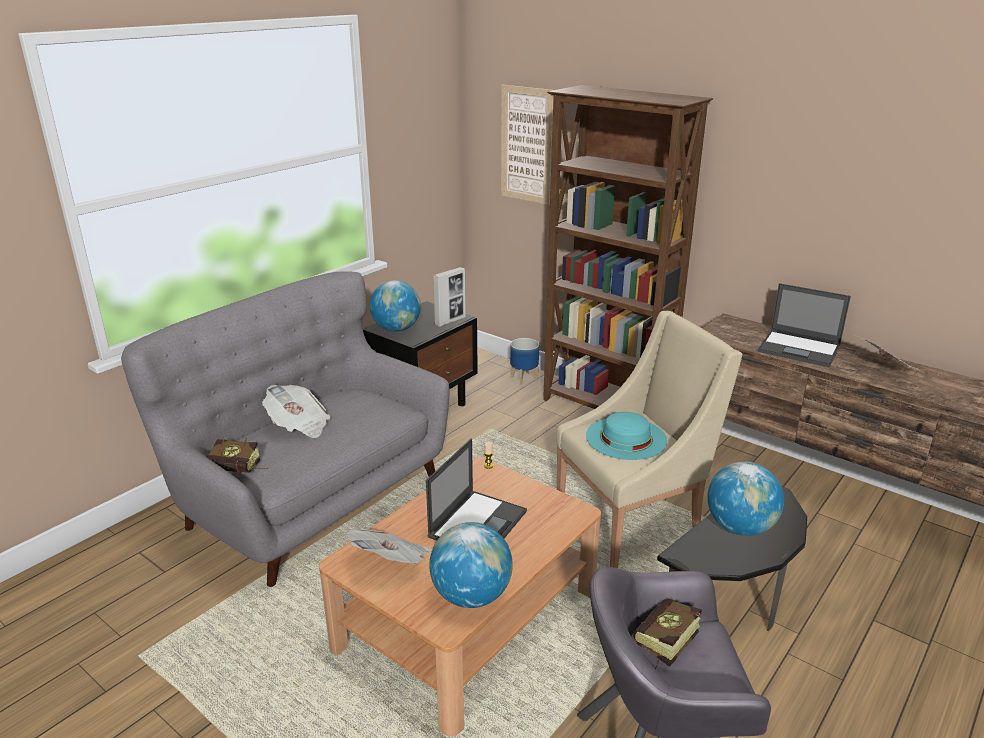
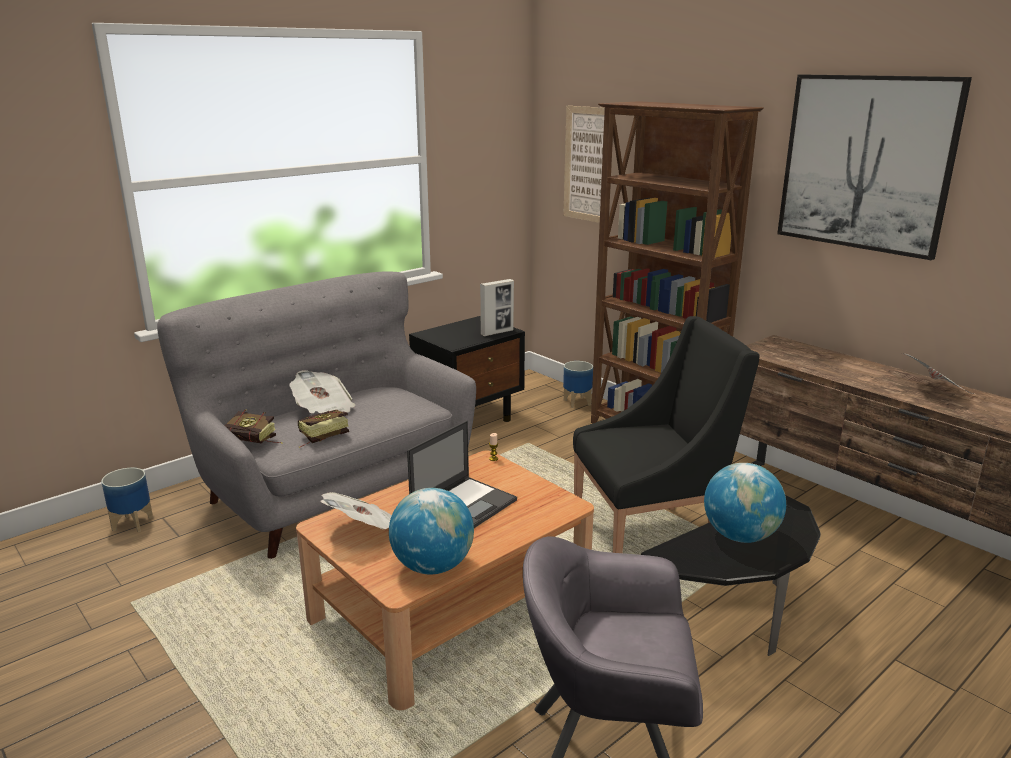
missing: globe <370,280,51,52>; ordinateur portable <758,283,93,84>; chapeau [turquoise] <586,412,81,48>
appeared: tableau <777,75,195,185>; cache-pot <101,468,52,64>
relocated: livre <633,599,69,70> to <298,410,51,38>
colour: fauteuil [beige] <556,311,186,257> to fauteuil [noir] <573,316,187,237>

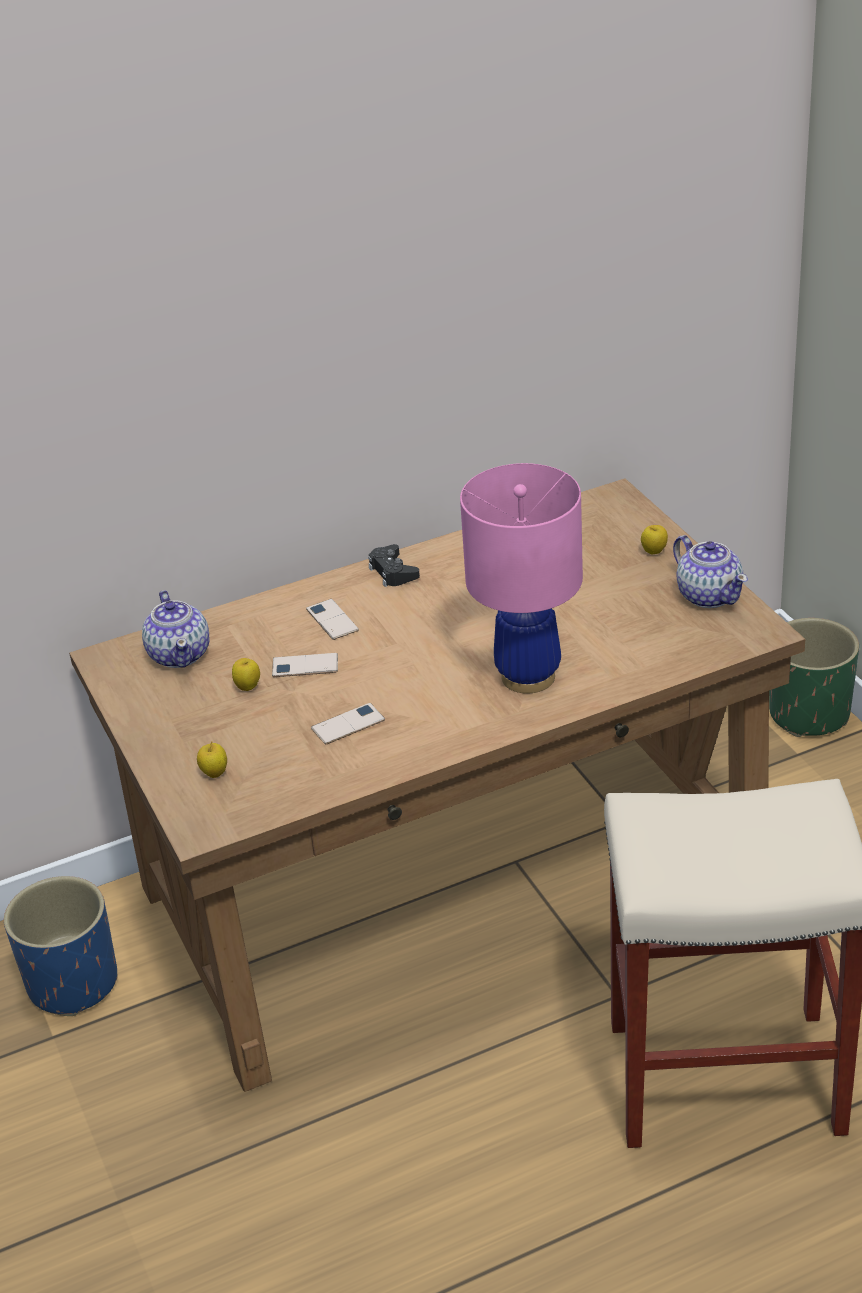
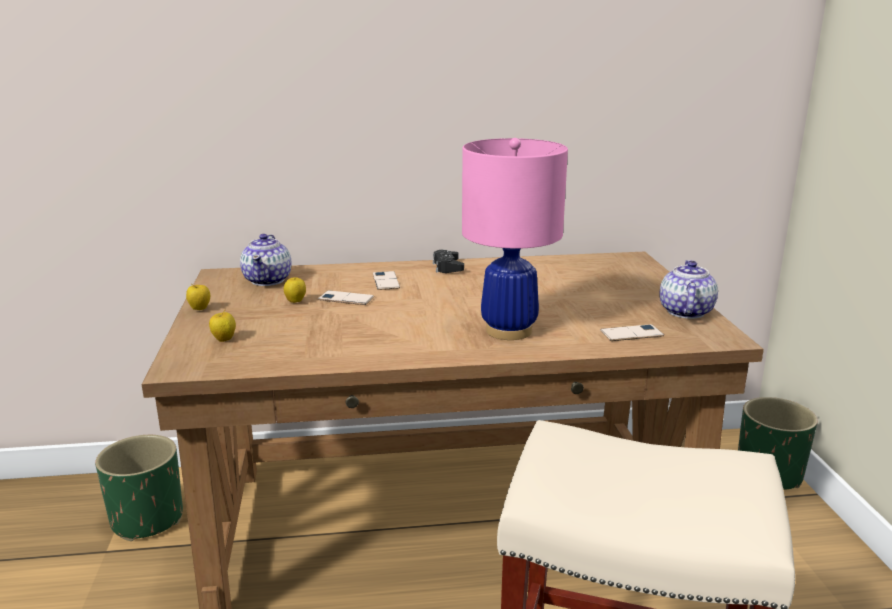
relocated: pomme <641,525,27,29> to <186,284,24,26>; téléphone <311,703,74,42> to <600,324,64,17>
colour: cache-pot [bleu] <4,876,113,140> to cache-pot [vert] <95,435,88,106>
spun: théière <673,535,75,73> = <659,260,59,59> 150 degrees counterclockwise

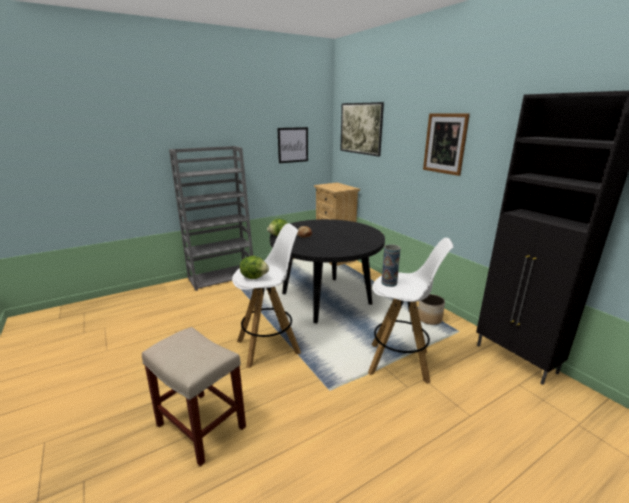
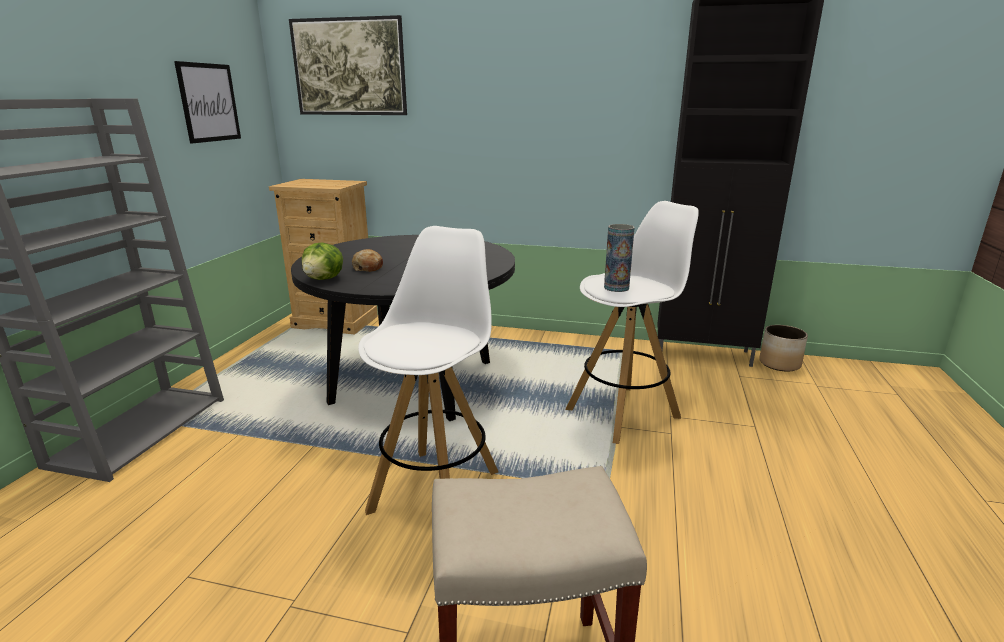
missing: tableau <423,113,47,63>; laitue <240,256,29,23>
relocated: cache-pot <418,294,27,31> to <759,325,49,47>

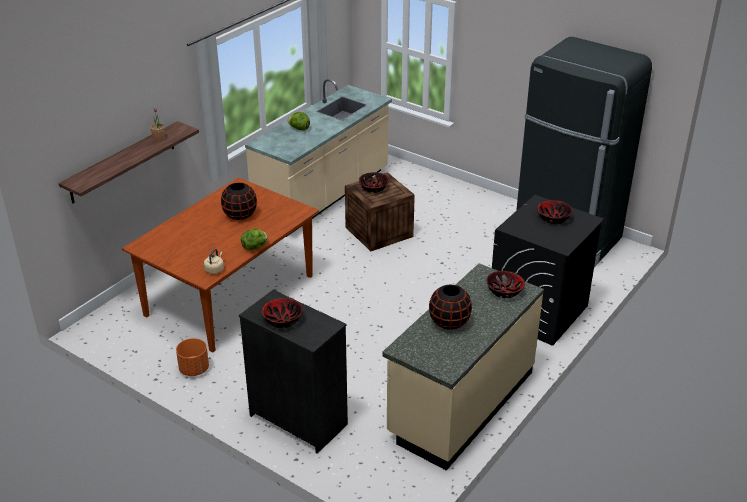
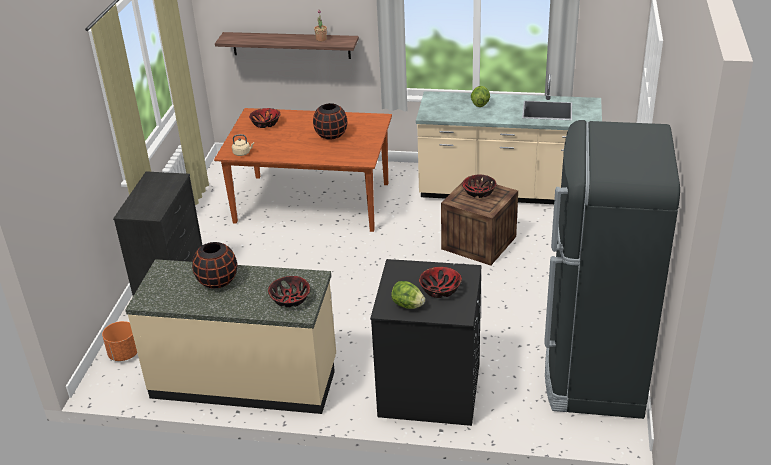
relocated: laitue <241,229,27,21> to <391,281,34,28>; bol <261,298,42,30> to <249,108,32,20>; cache-pot [orange] <176,338,33,38> to <102,321,35,40>

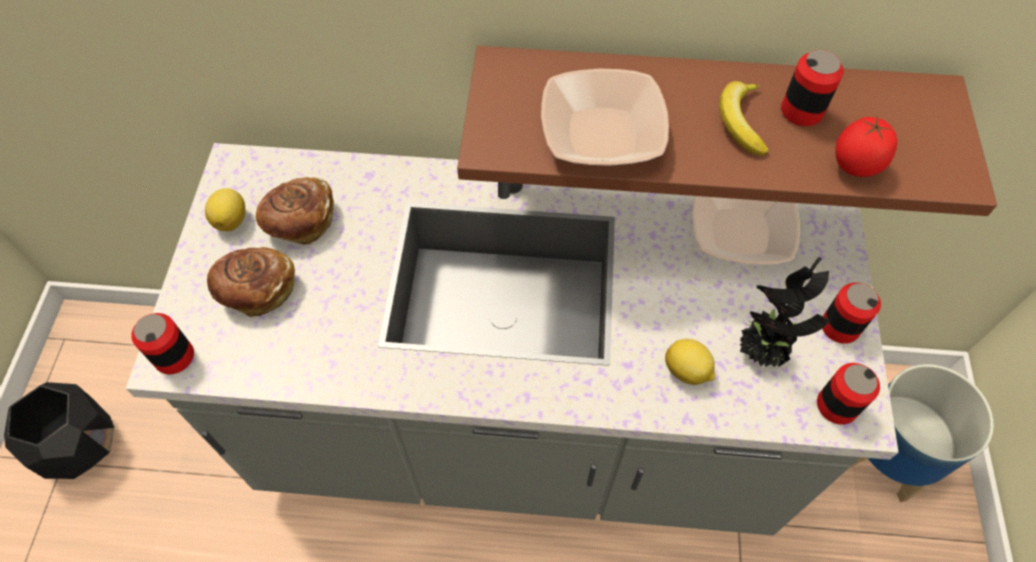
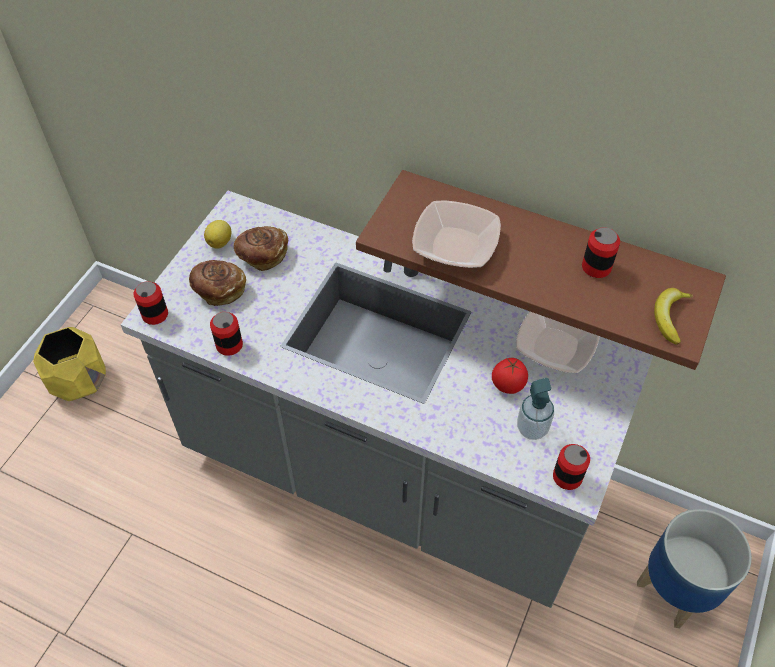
missing: citron <665,339,50,46>
relocated: banane <719,81,50,75> to <654,288,39,57>; tomate <835,116,62,61> to <492,358,36,36>; boîte métallique <822,283,59,61> to <210,312,33,44>
exchanged: plante en pot <740,257,90,110> to distributeur de savon <517,378,37,62>
colour: cache-pot [noir] <4,382,110,97> to cache-pot [jaune] <33,327,73,74>

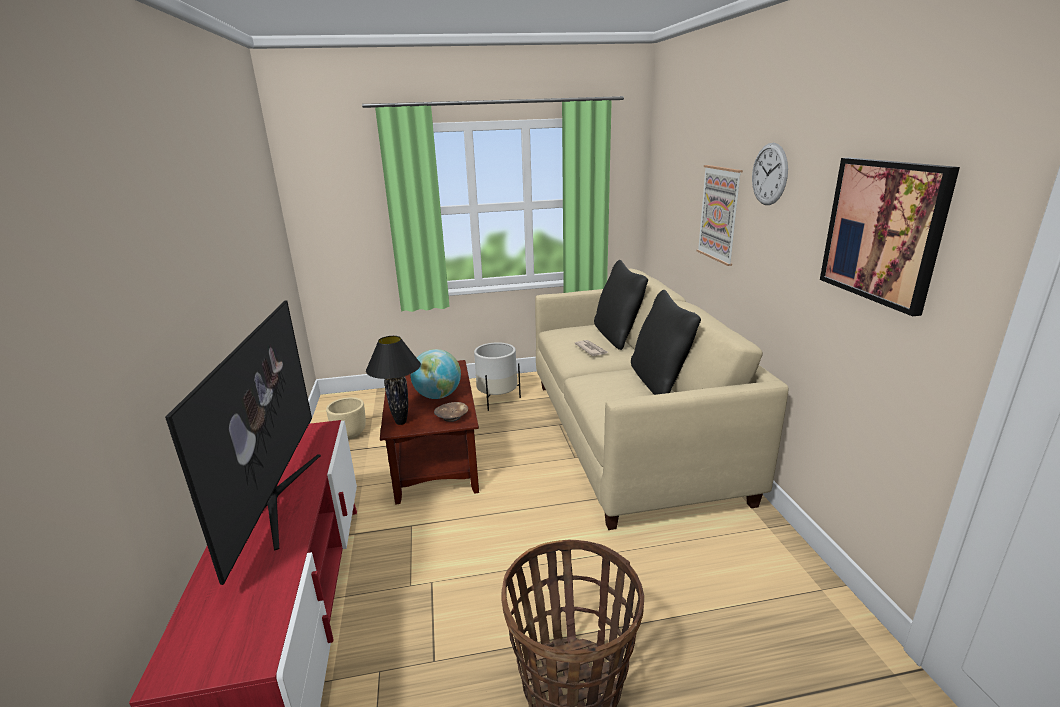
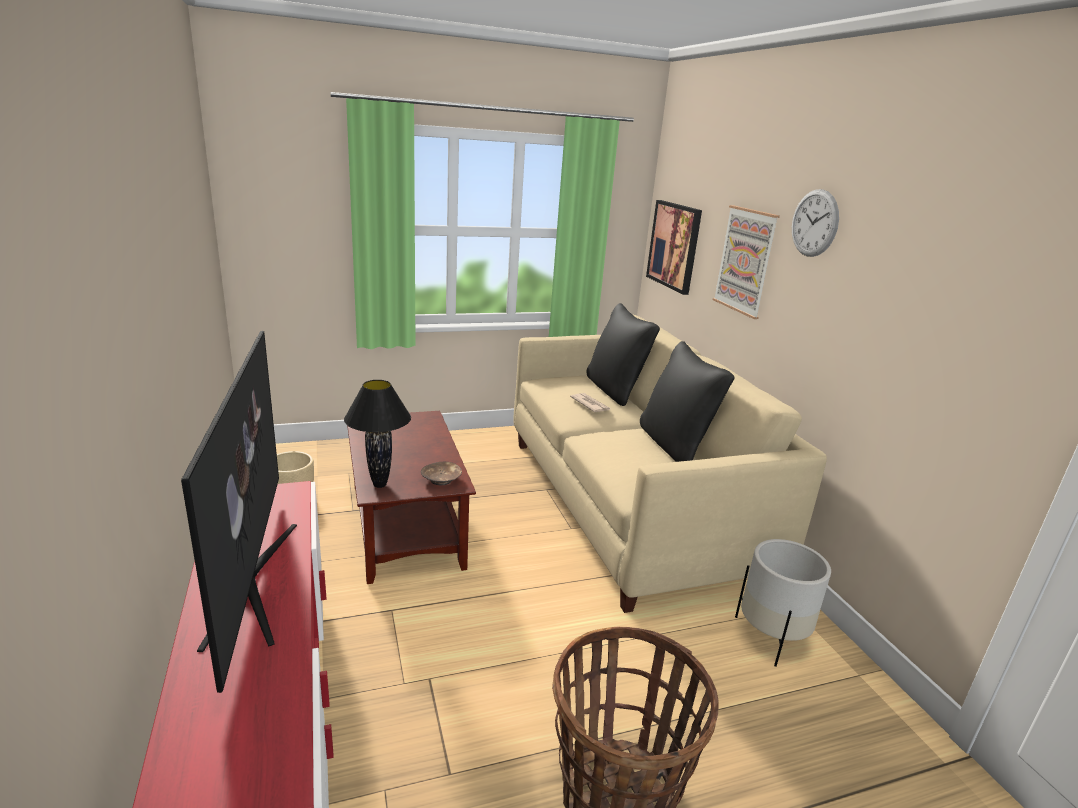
missing: globe <410,349,51,50>
relocated: tableau <820,158,140,158> to <646,200,56,95>; cache-pot [blanc] <474,342,47,69> to <735,539,96,128>

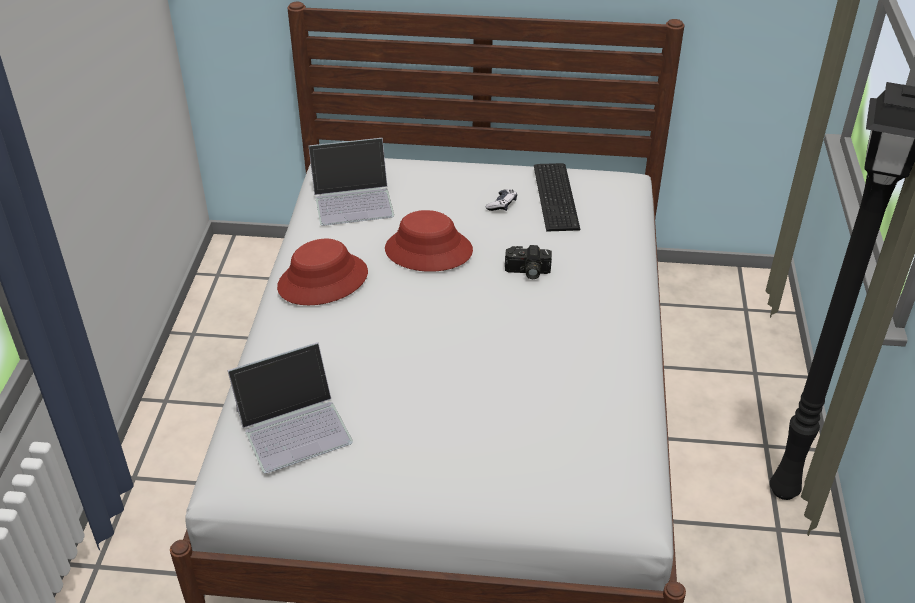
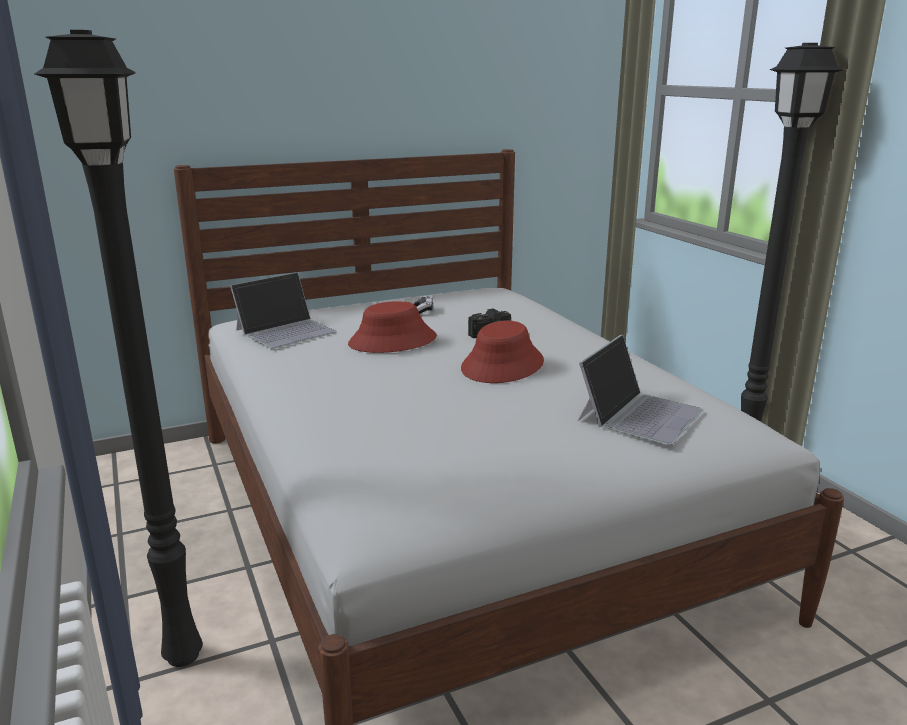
missing: clavier <534,163,46,69>
appeared: lampadaire [noir] <34,30,169,637>
relocated: chapeau [rouge] <277,239,91,66> to <461,321,83,62>; ordinateur portable <227,342,126,132> to <578,334,125,111>

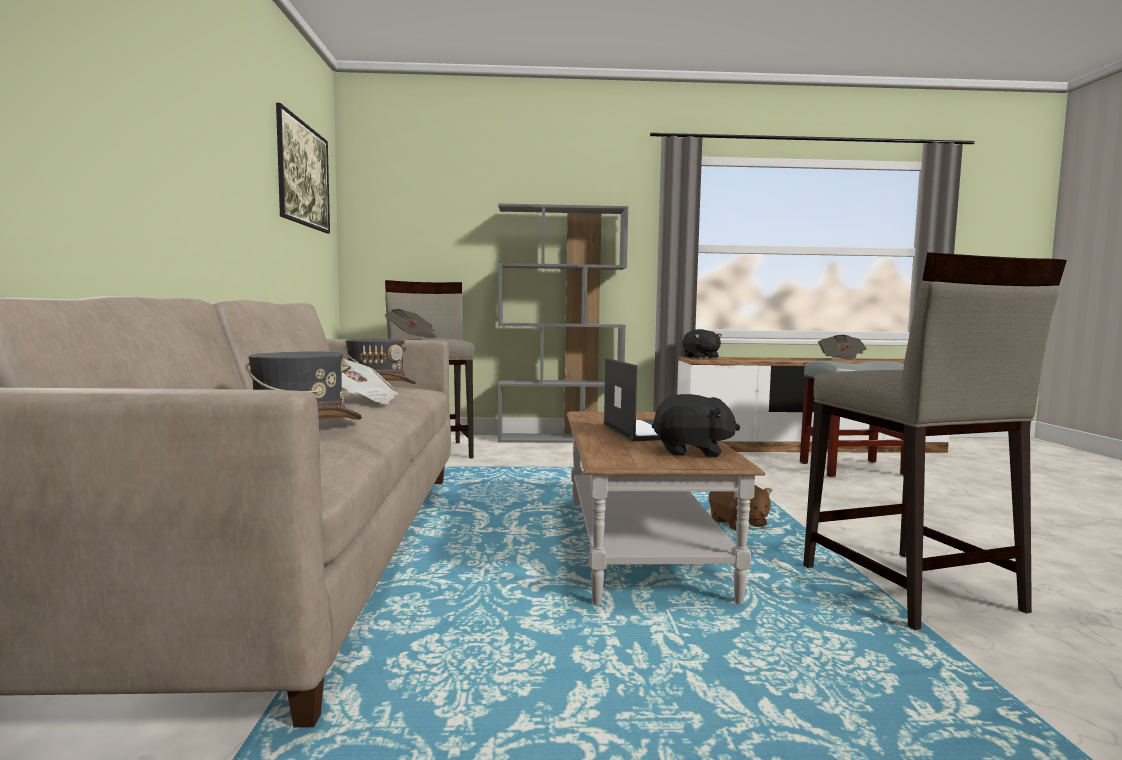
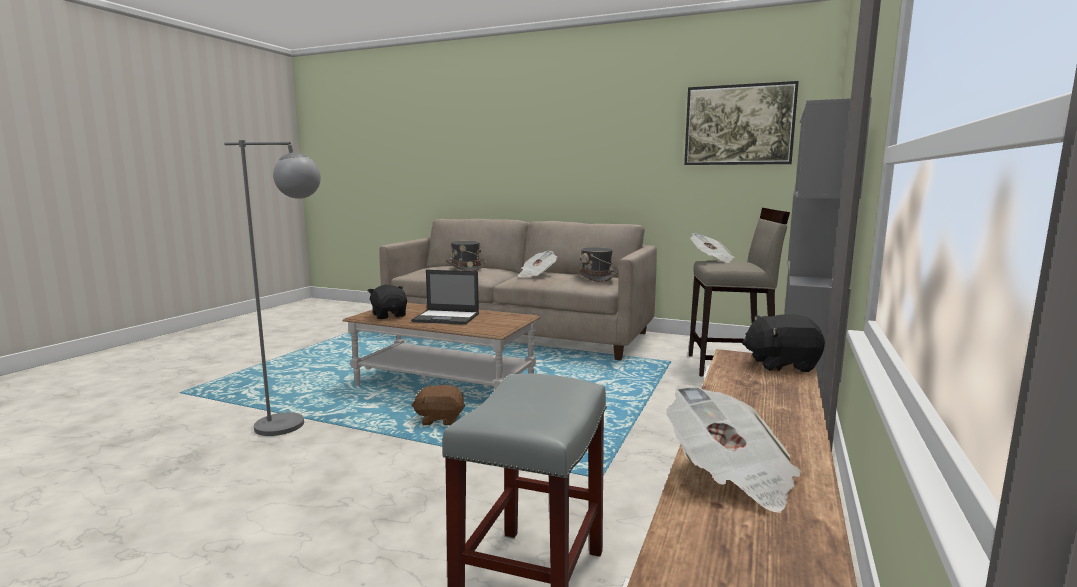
exchanged: tabouret [beige] <803,252,264,378> to lampadaire [gris] <224,140,97,296>
spun: peluche [noir] <652,394,88,63> = <367,285,40,34> 120 degrees clockwise

